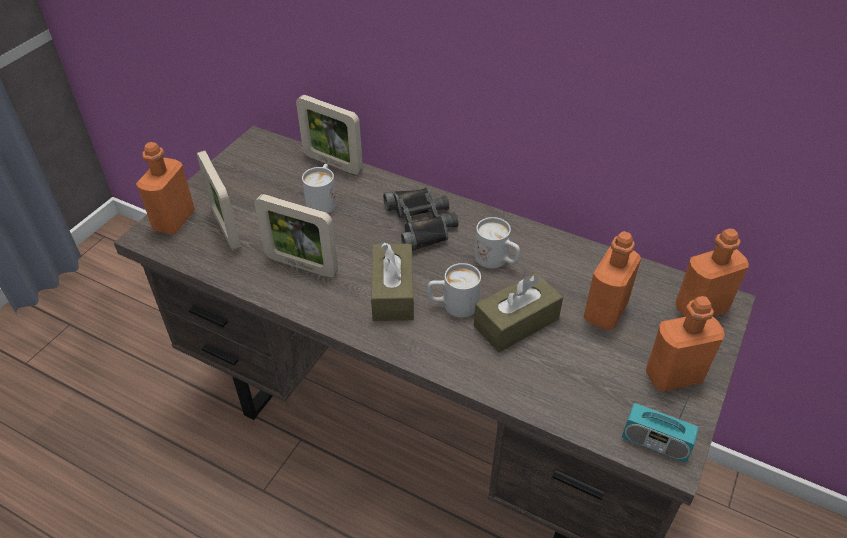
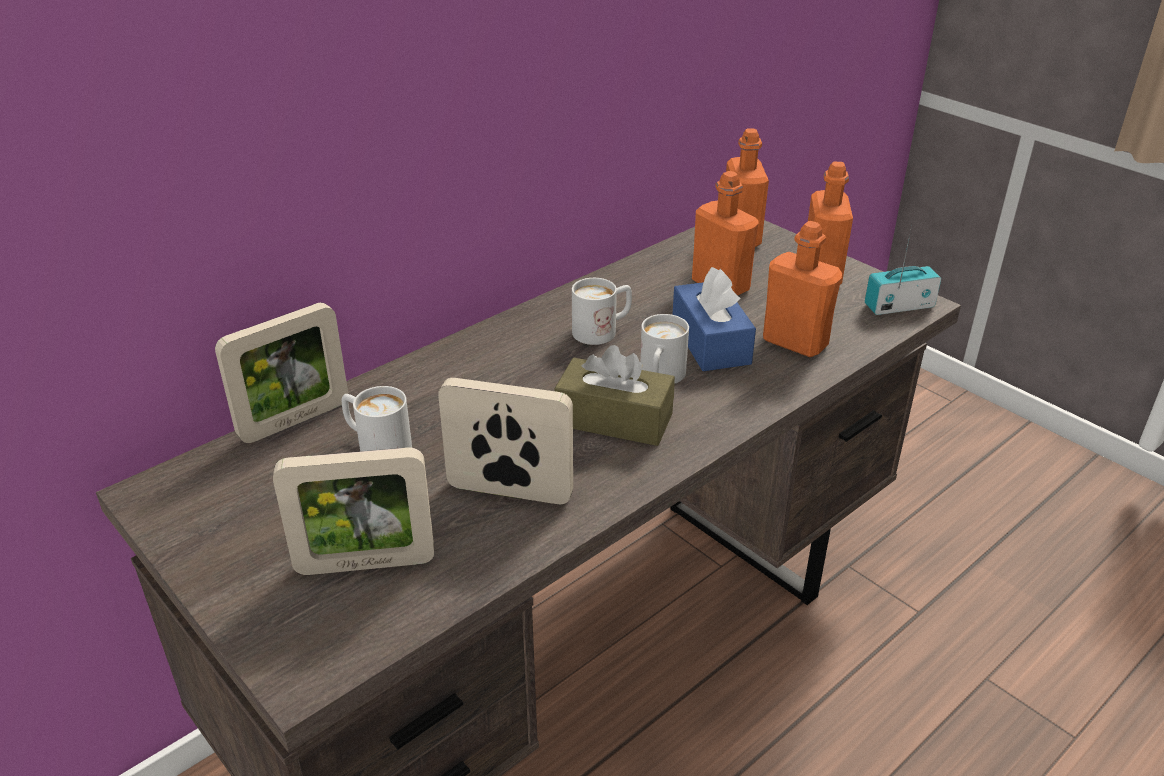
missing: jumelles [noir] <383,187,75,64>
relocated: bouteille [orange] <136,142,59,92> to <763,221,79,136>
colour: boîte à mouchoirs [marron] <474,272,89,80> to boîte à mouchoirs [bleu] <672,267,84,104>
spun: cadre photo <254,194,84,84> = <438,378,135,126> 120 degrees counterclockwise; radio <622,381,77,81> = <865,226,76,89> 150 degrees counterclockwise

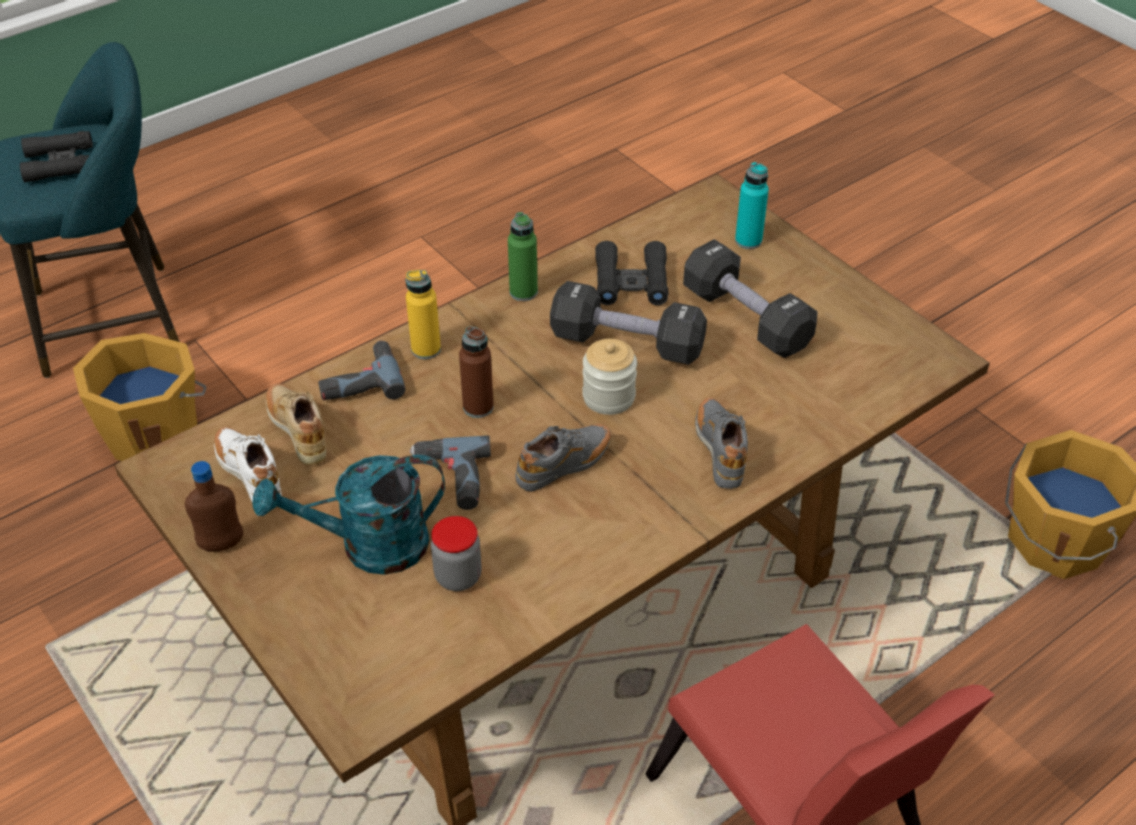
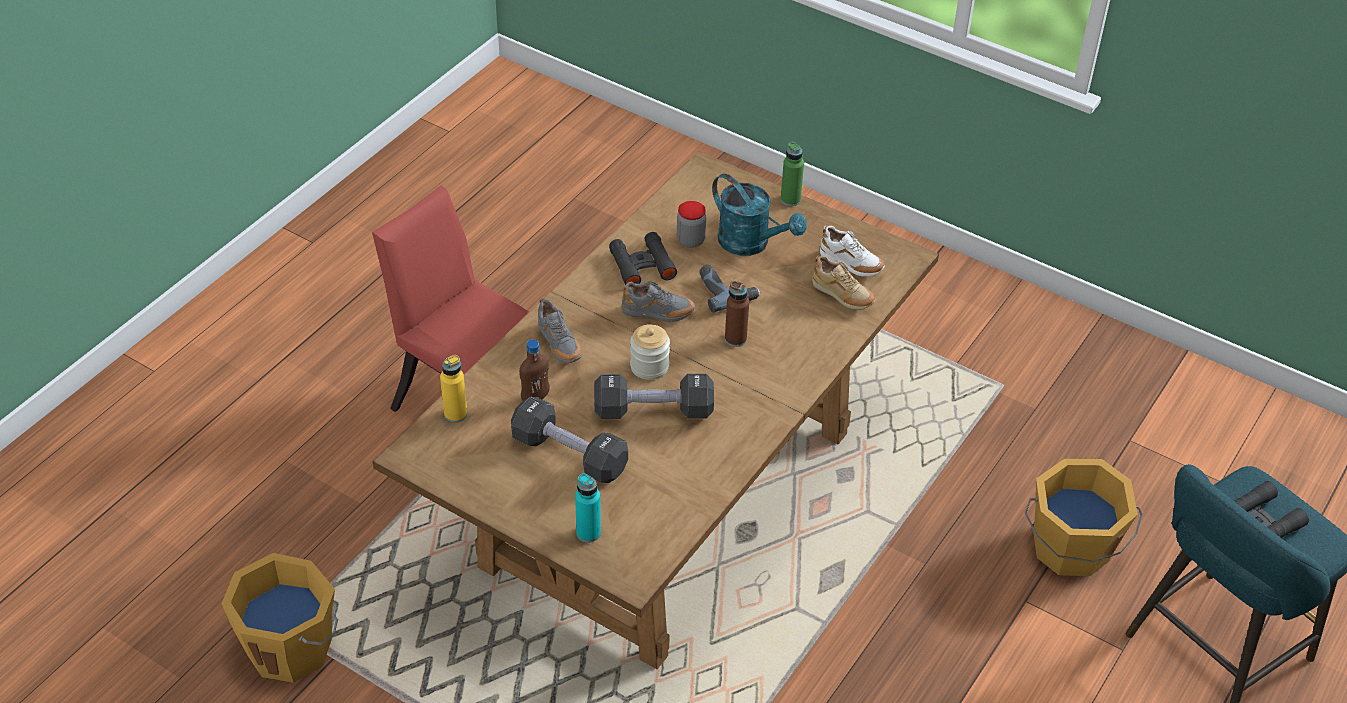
missing: perceuse <318,341,88,59>
relocated: bouteille [vert] <508,212,30,89> to <781,142,23,64>; jumelles [noir] <595,241,73,64> to <609,232,68,54>; bouteille [jaune] <406,270,35,89> to <440,355,27,68>; bouteille [marron] <185,461,58,91> to <519,339,31,62>
spun: chaussure [gris] <515,424,96,68> = <622,281,73,41> 120 degrees counterclockwise; arrosoir [turquoise] <252,455,193,120> = <712,174,95,82> 75 degrees clockwise

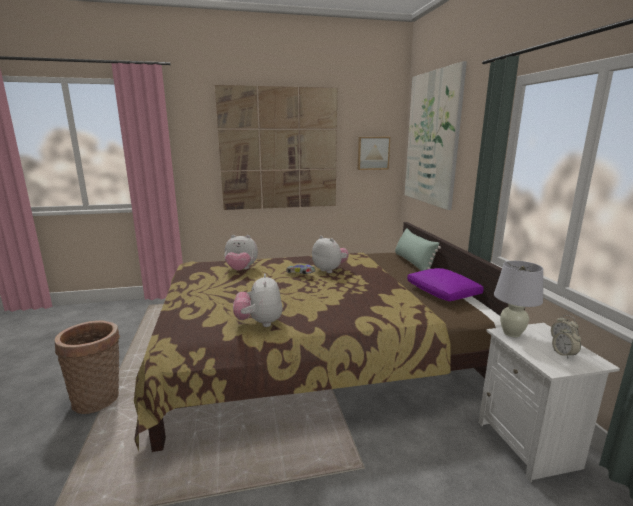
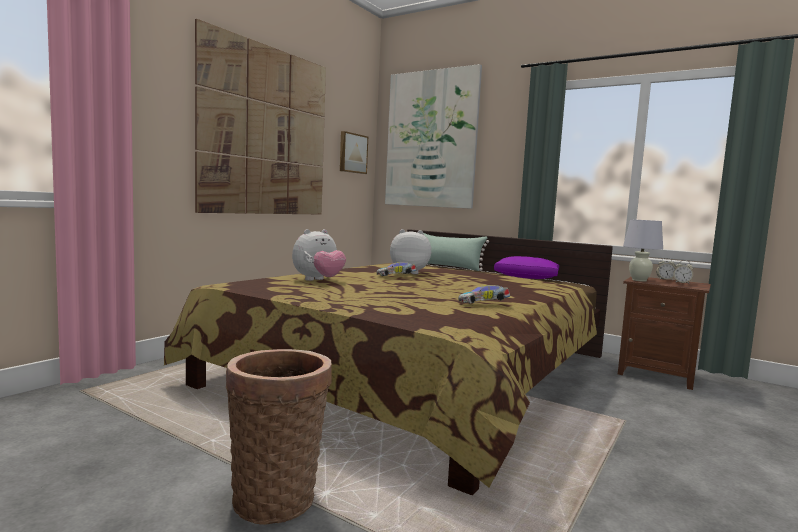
exchanged: peluche <233,274,50,53> to petite voiture <458,285,53,19>
colour: table de chevet [blanc] <478,323,142,160> to table de chevet [marron] <618,277,93,113>

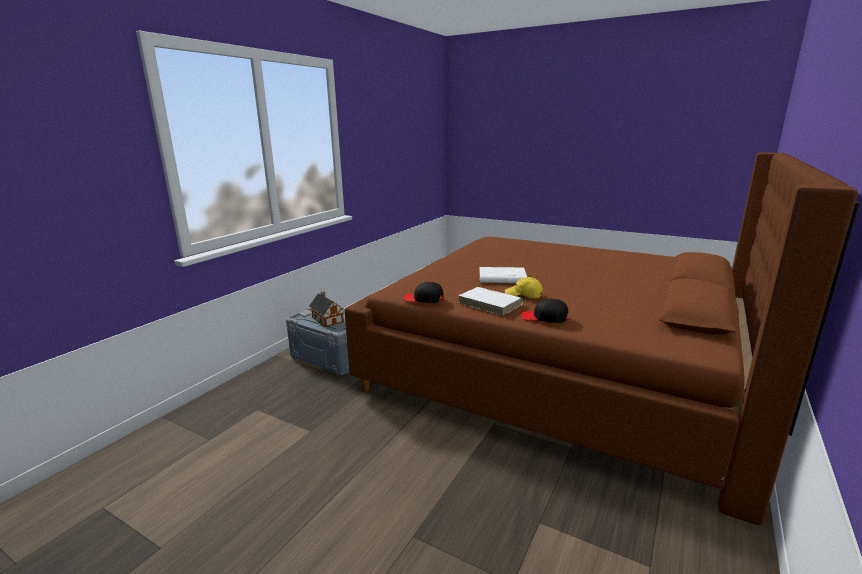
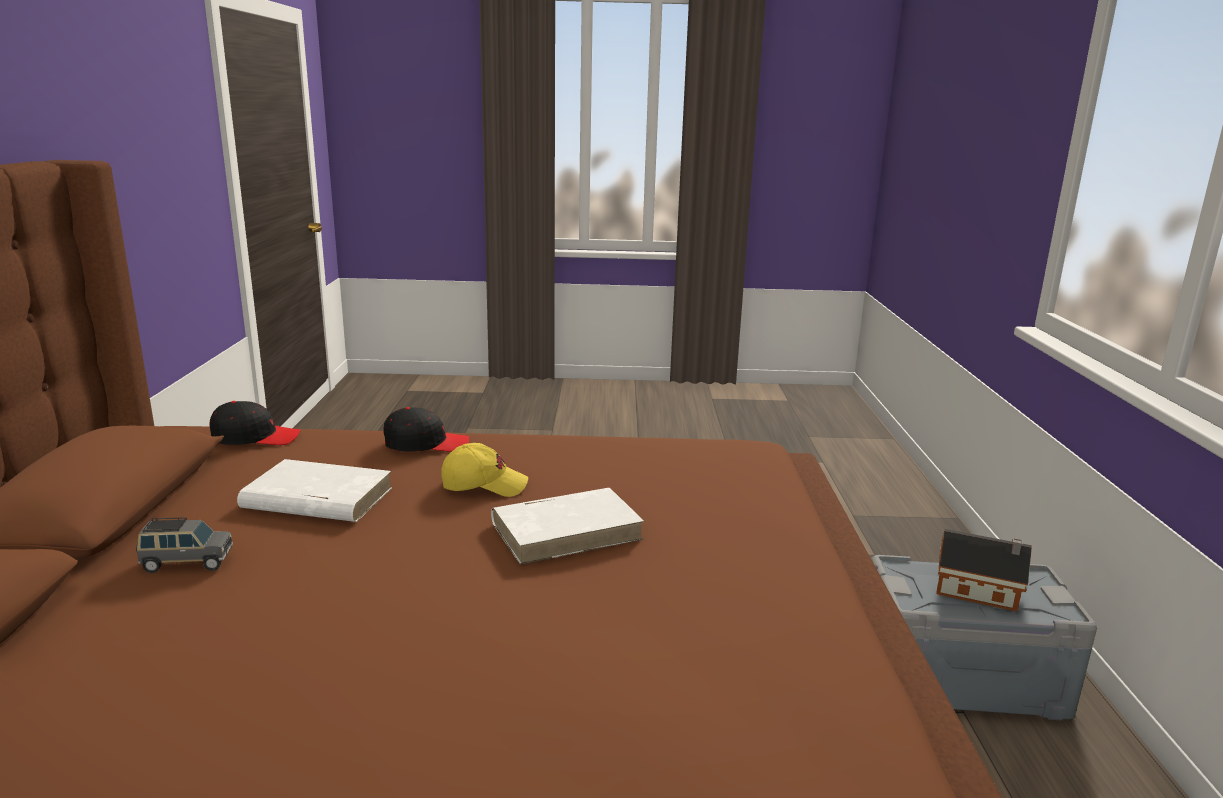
appeared: petite voiture [gris] <136,517,97,56>
relocated: casquette [noir] <403,282,40,21> to <209,401,91,44>; livre [blanc] <458,287,65,29> to <237,459,156,63>

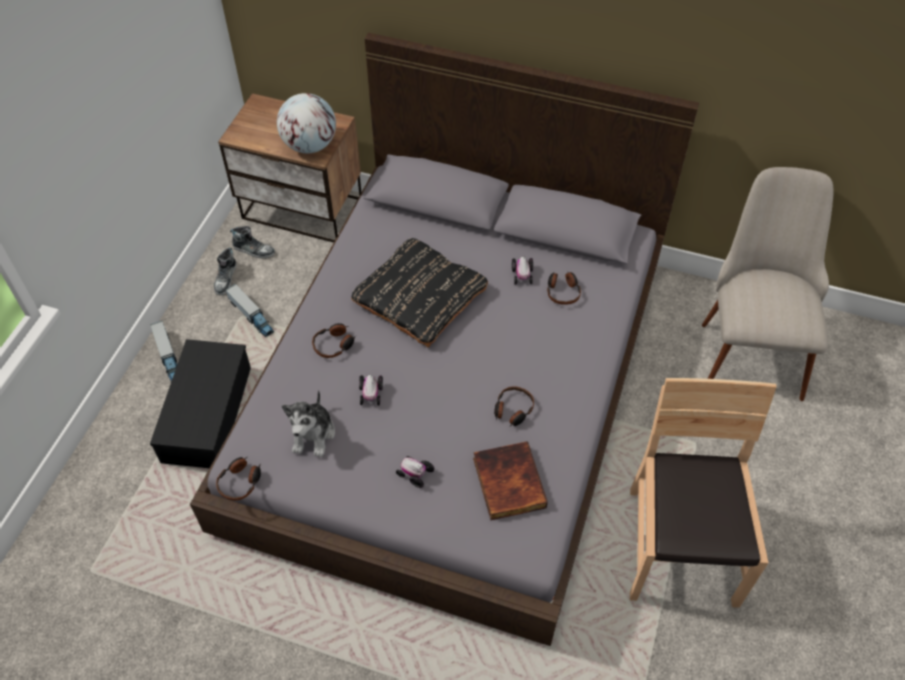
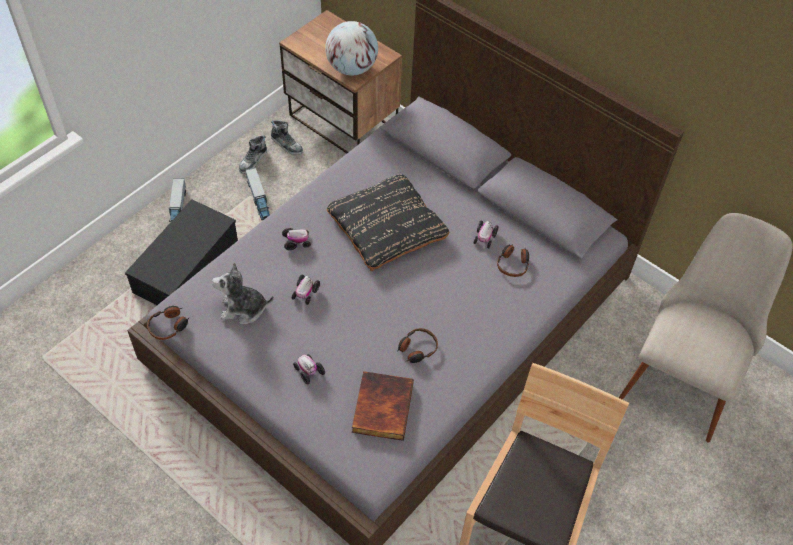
exchanged: casque audio <312,323,44,35> to petite voiture <282,228,29,22>
spun: peluche <282,390,53,67> = <212,262,62,63> 60 degrees clockwise

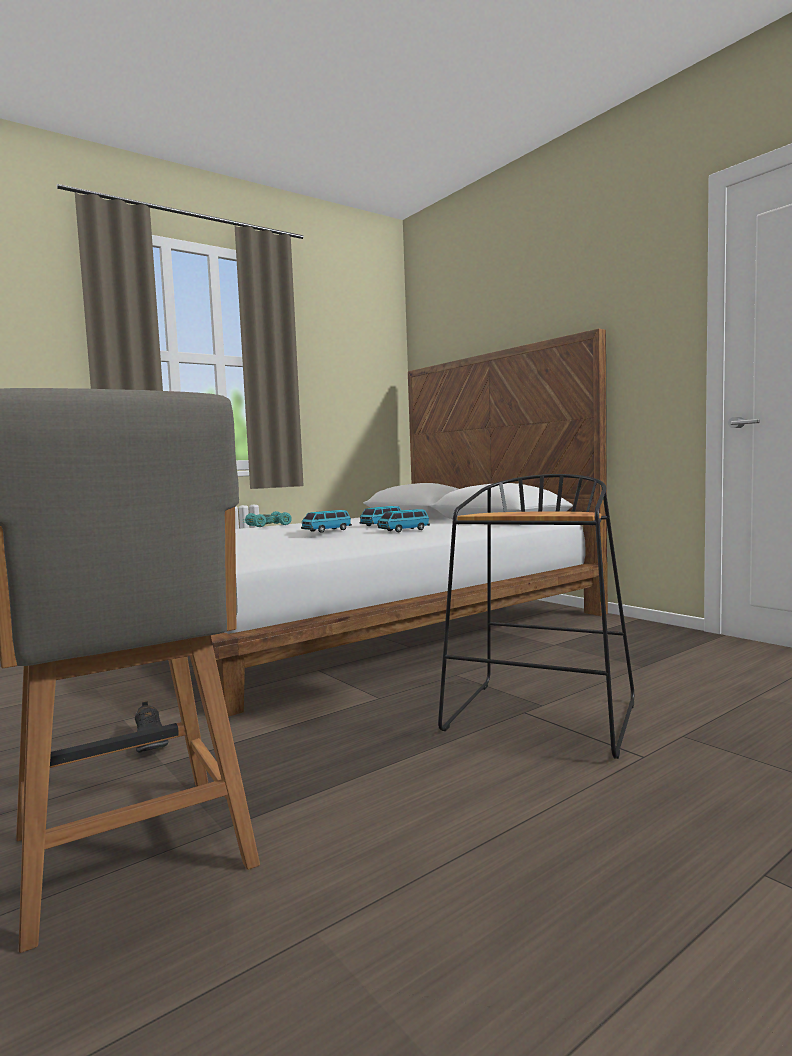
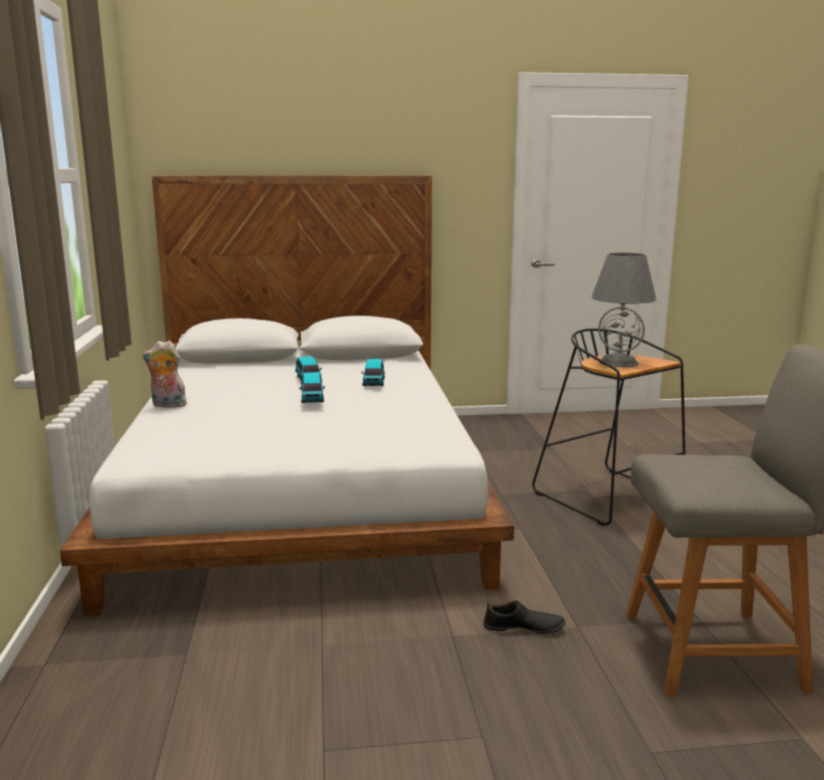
appeared: lampe de table [gris] <591,252,65,115>
exchanged: petite voiture [turquoise] <243,511,49,16> to peluche <143,341,44,67>

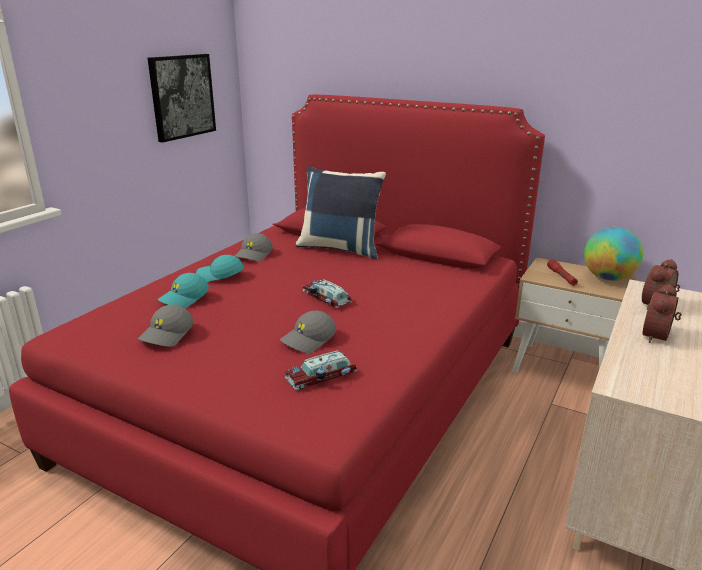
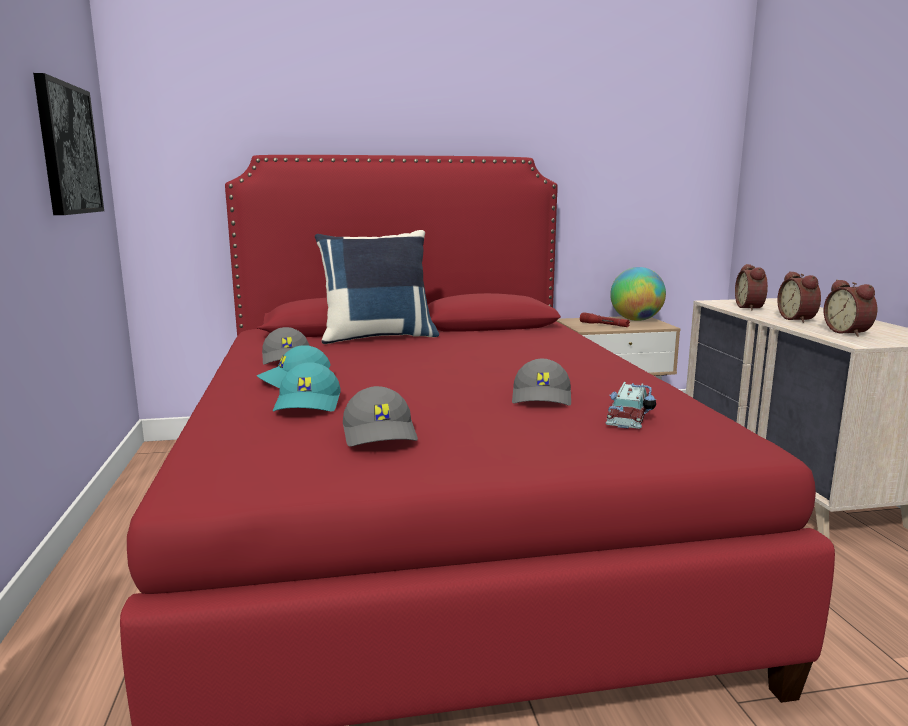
missing: petite voiture <302,279,50,29>
appeared: réveil <824,280,53,57>

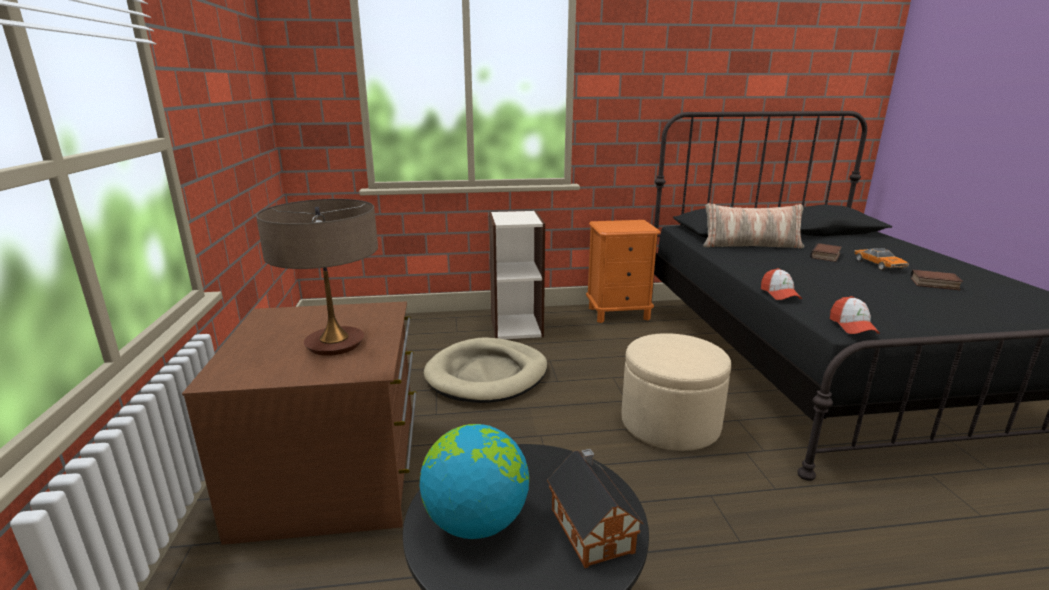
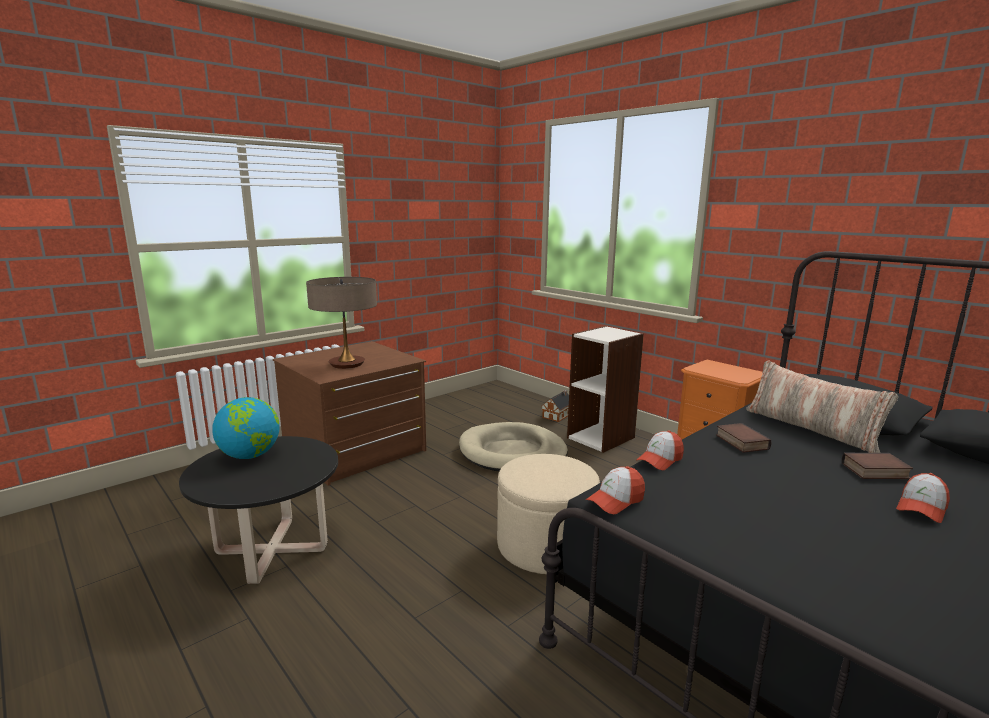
relocated: livre <910,269,53,21> to <716,423,56,30>; maison miniature <547,449,96,119> to <542,390,27,32>
exchanged: petite voiture <854,248,55,22> to casquette <896,473,54,50>

